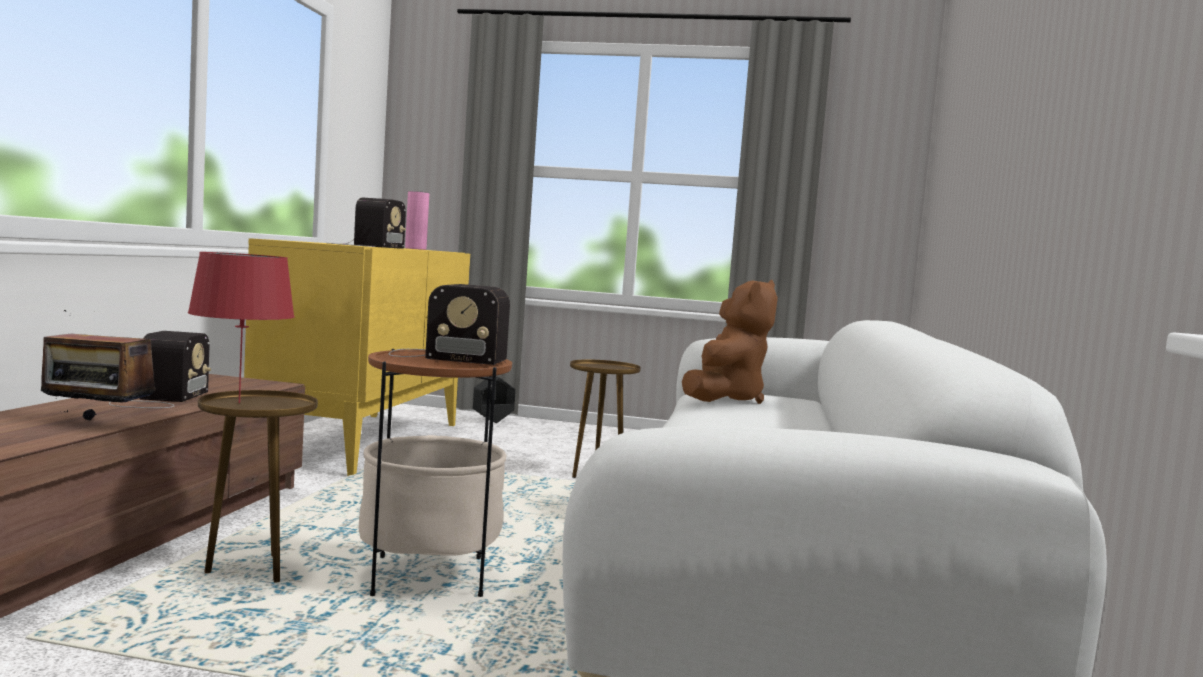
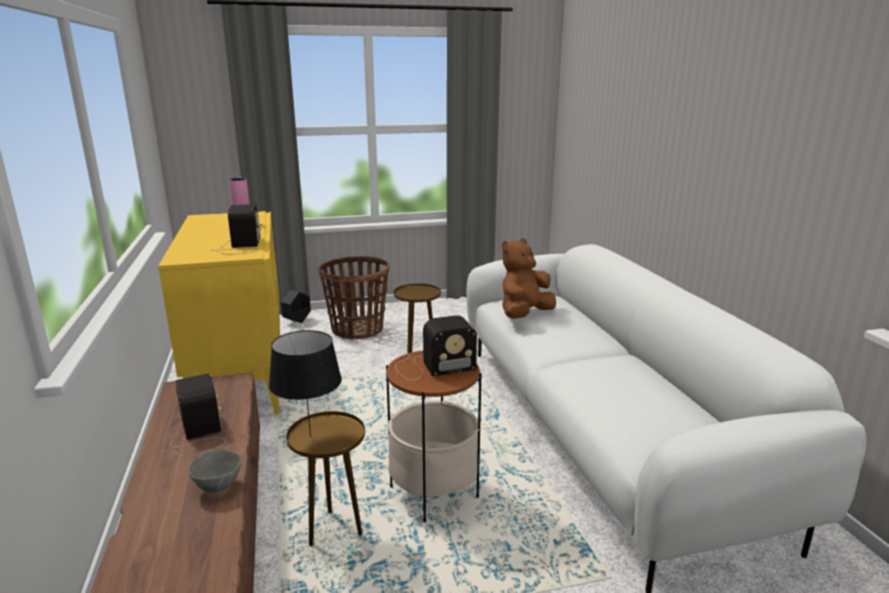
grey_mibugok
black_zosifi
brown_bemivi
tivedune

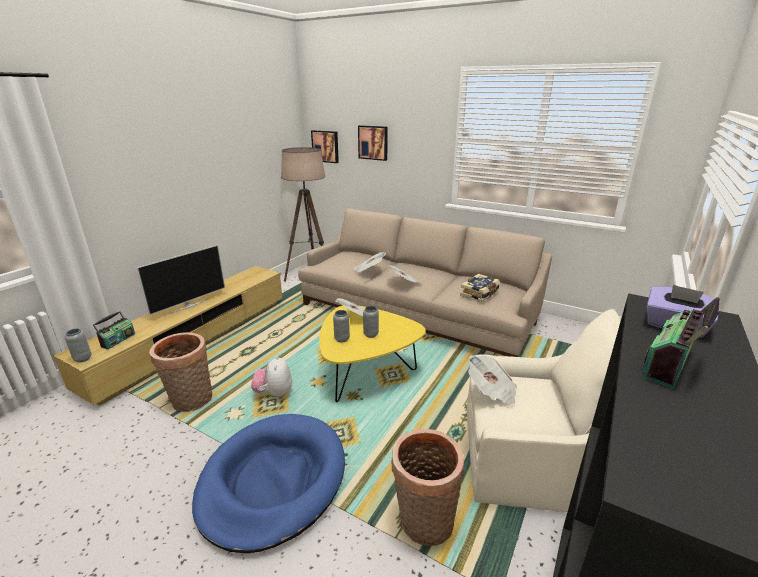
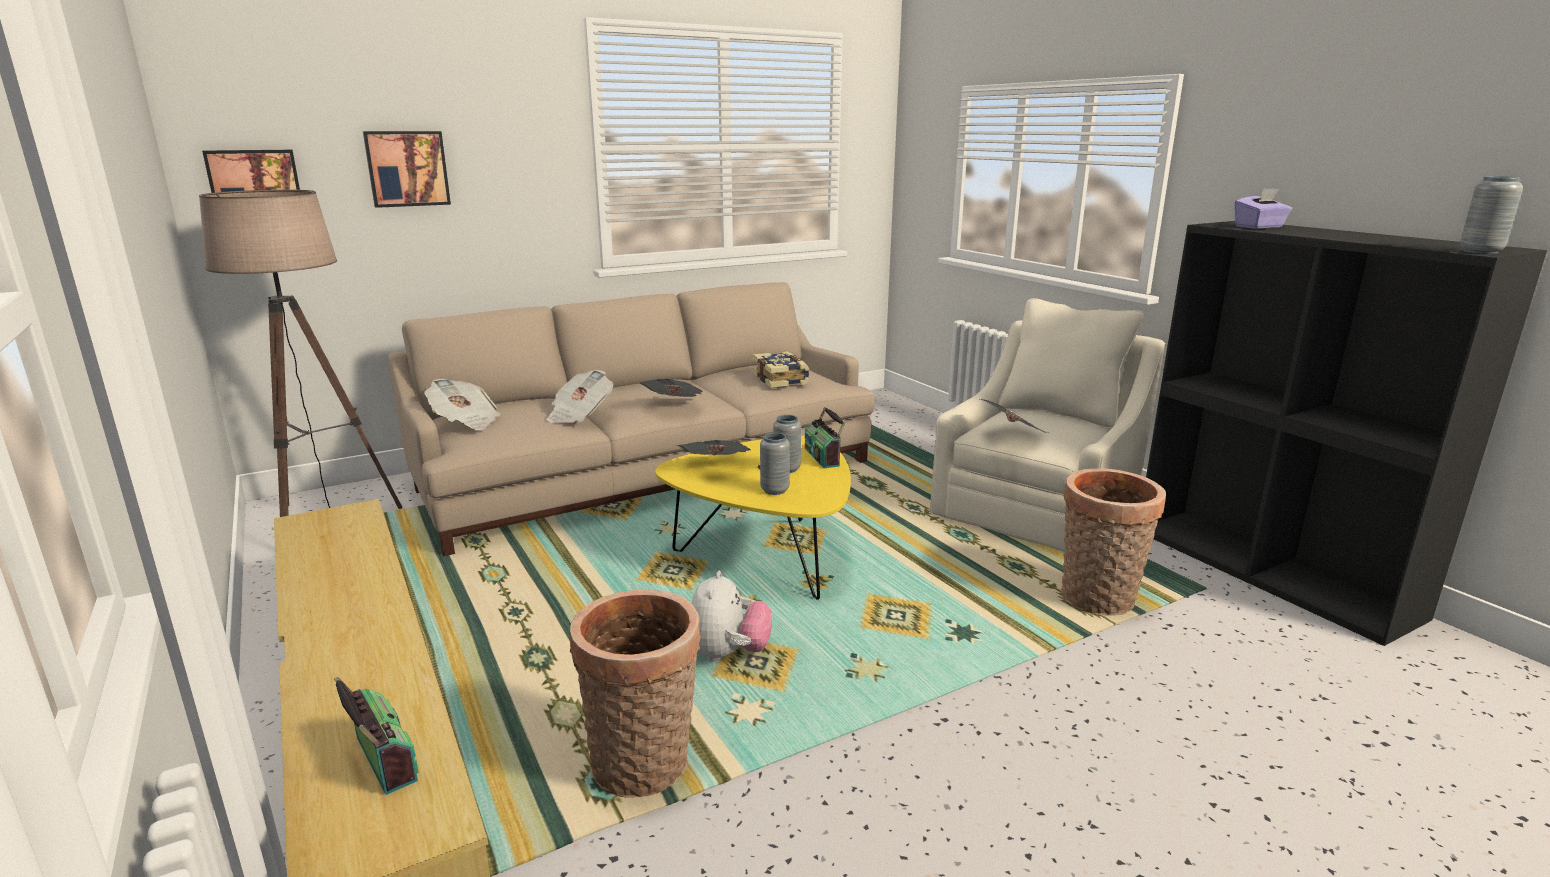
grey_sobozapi (3rd from left)
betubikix
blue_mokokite
bemivi
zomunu (2nd from left)
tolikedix (1st from left)

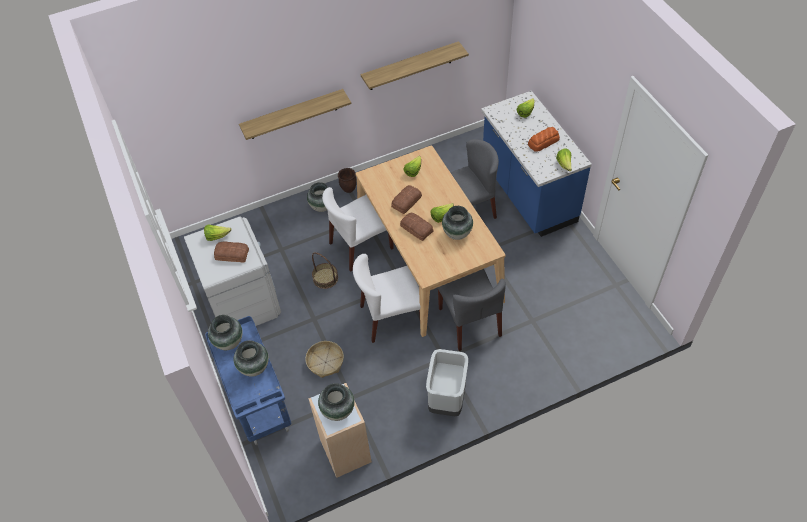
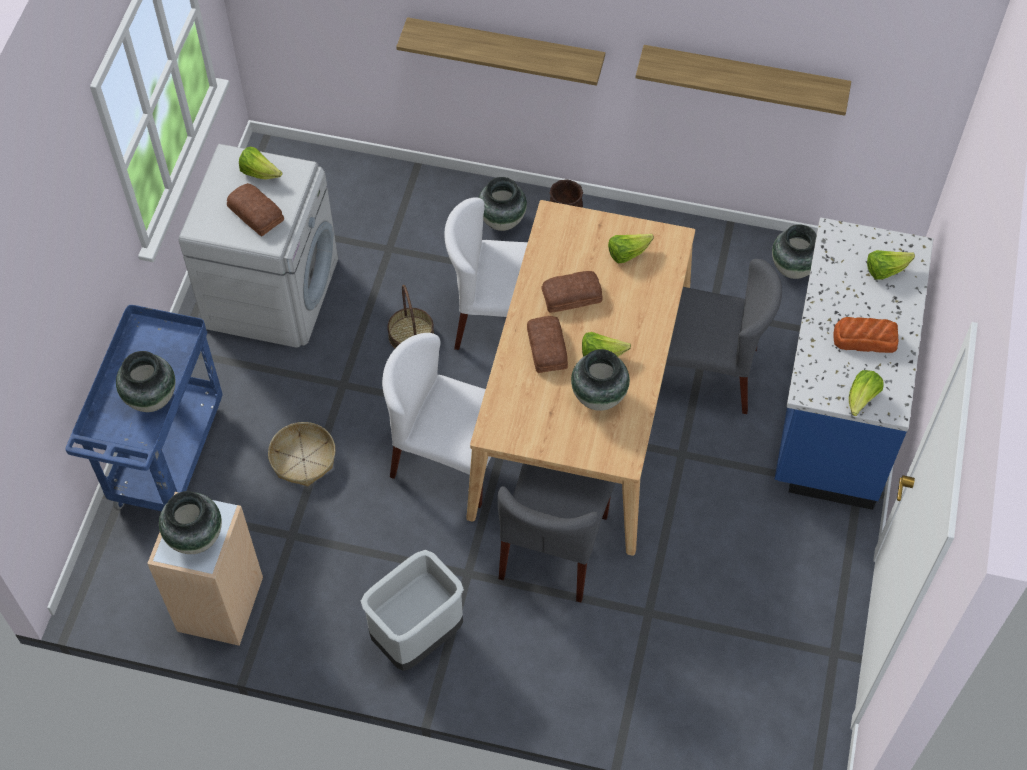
sobozapi (5th from left)

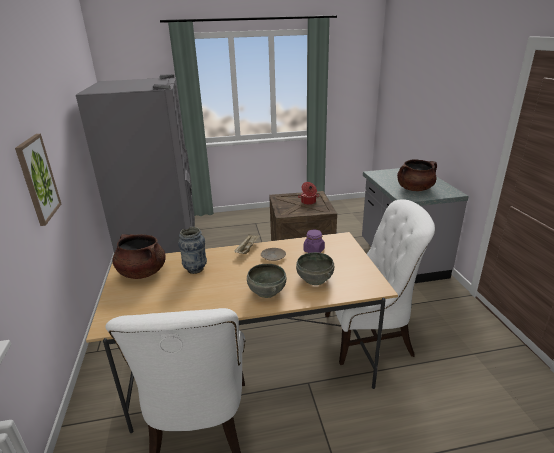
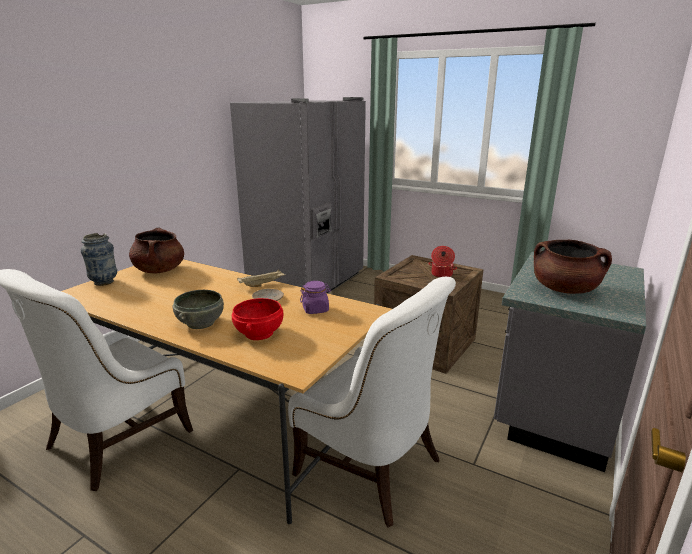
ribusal
sobozapi
red_mibugok

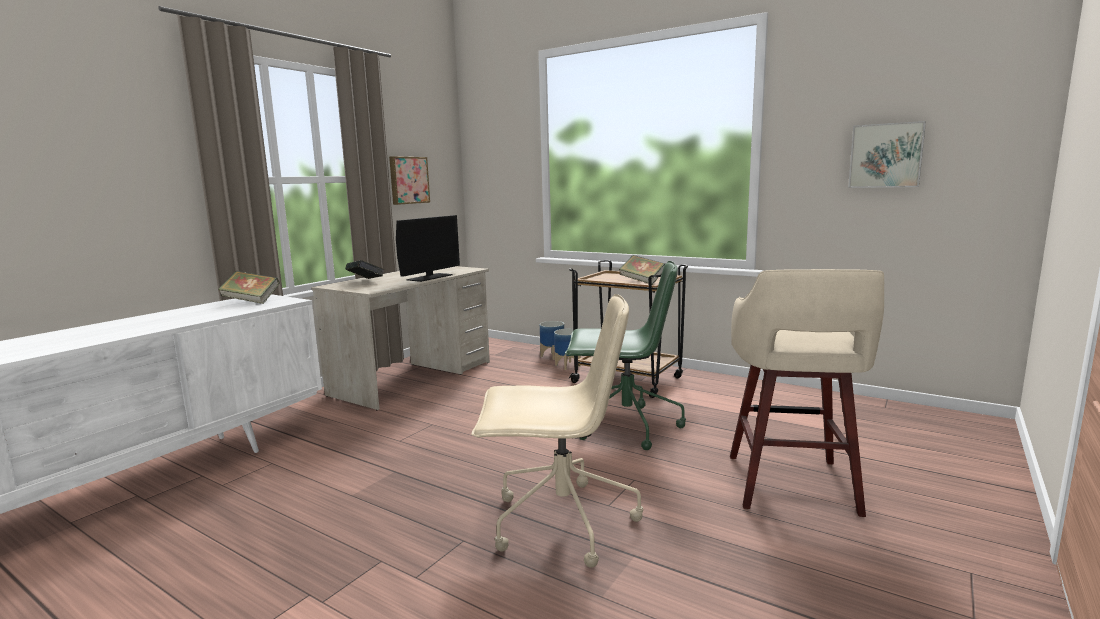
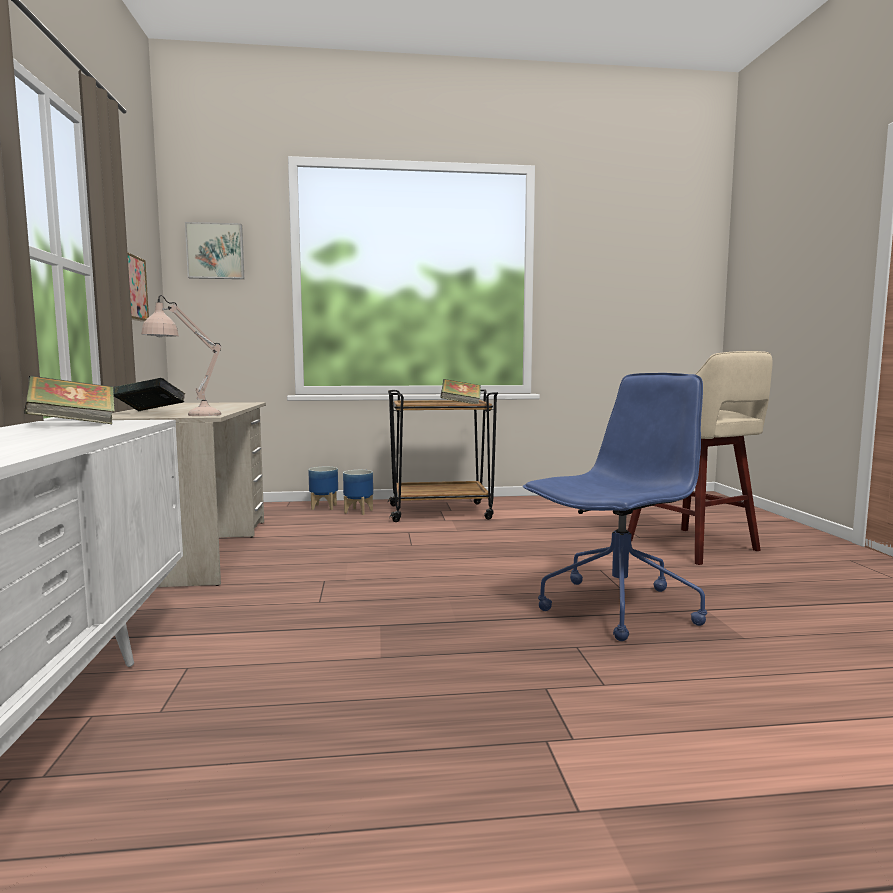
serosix
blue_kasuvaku
green_kasuvaku
ribusal (2nd from left)
beige_zosifi

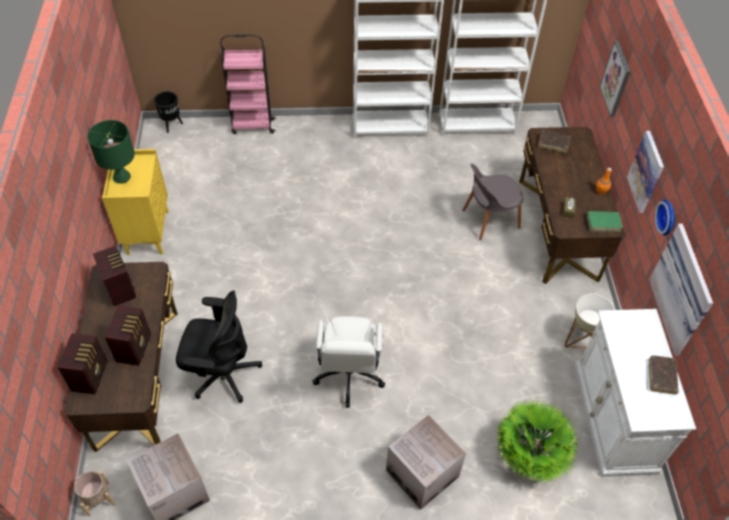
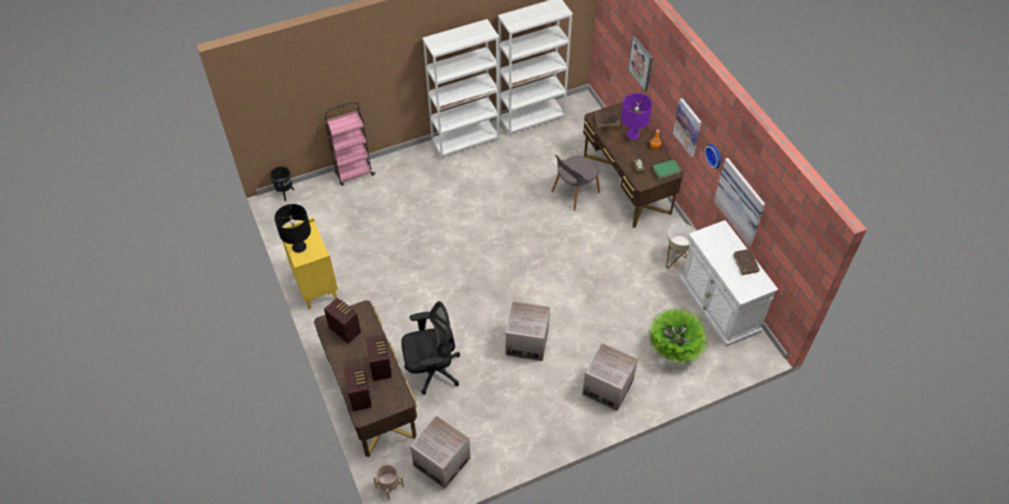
black_zosifi
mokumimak (2nd from left)
purple_zosifi

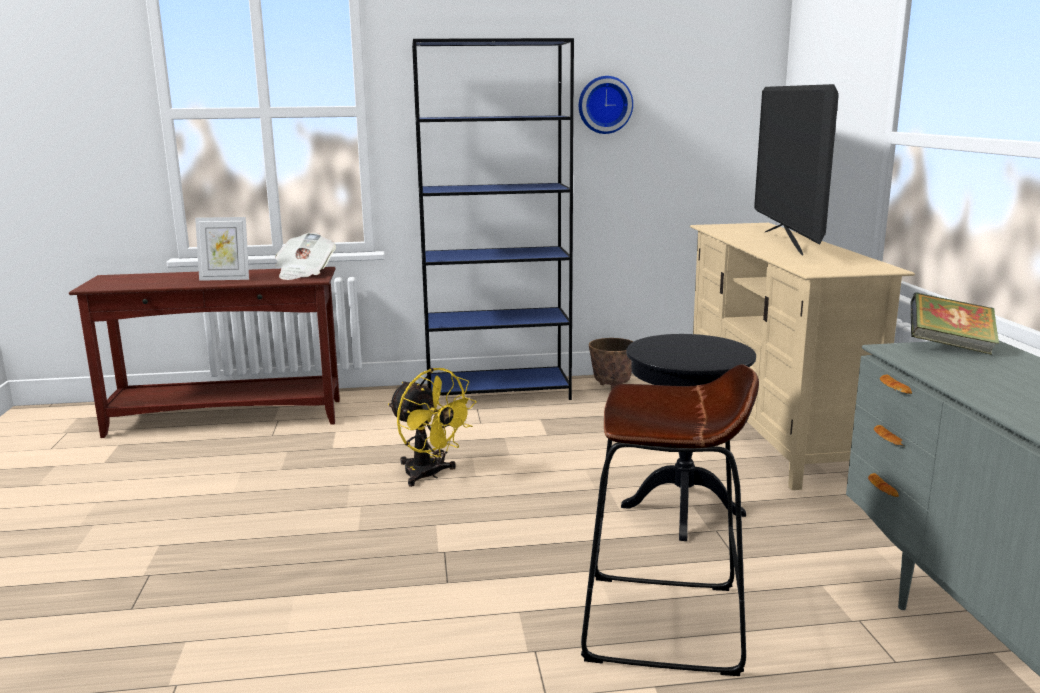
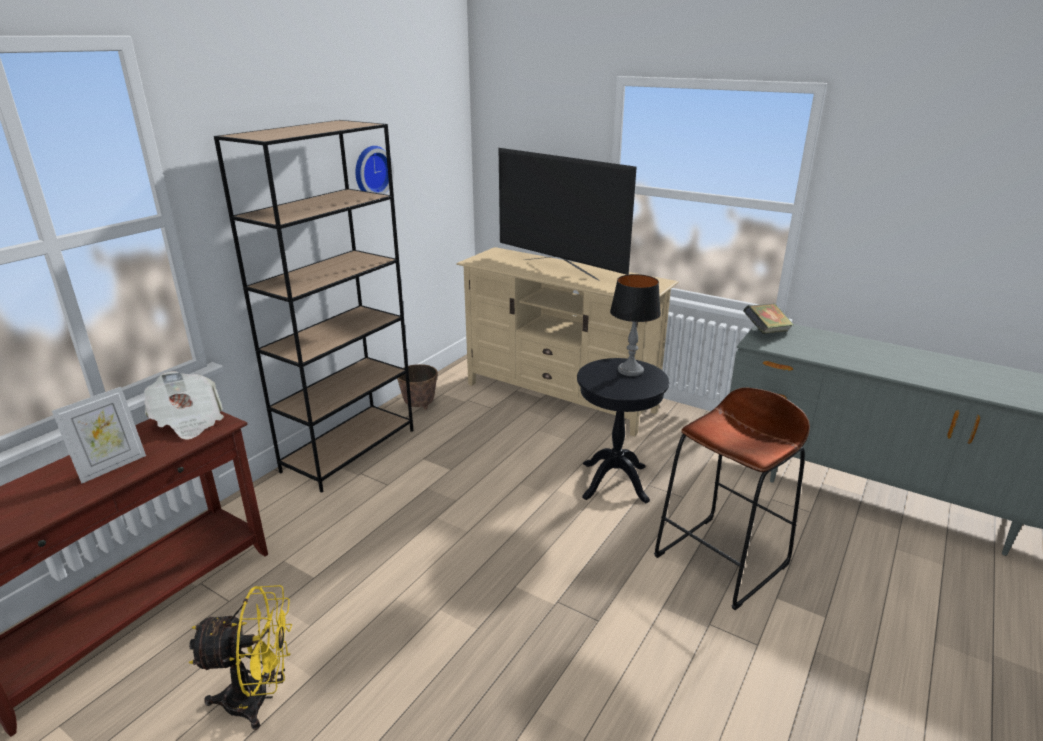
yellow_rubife
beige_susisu
zosifi

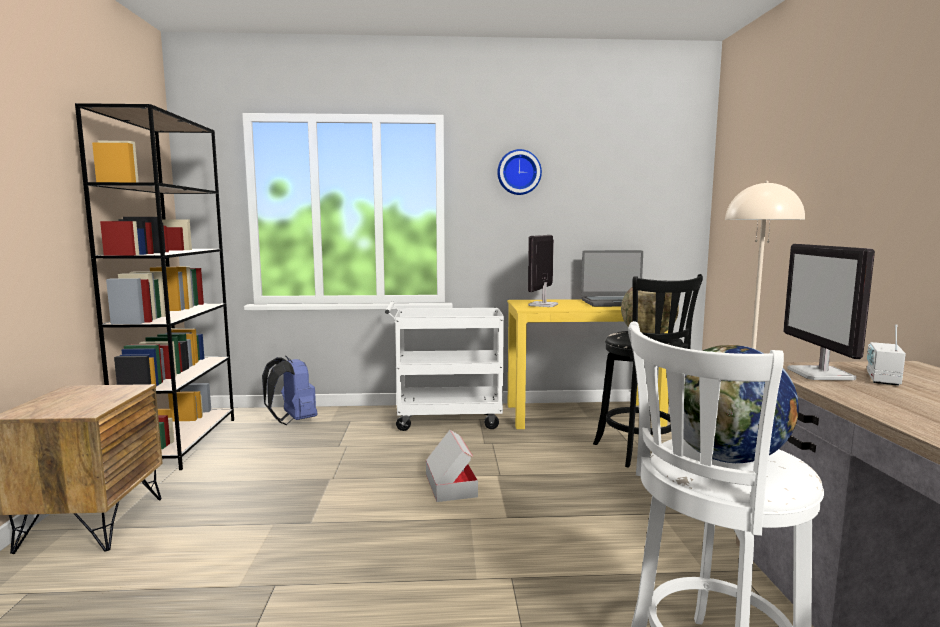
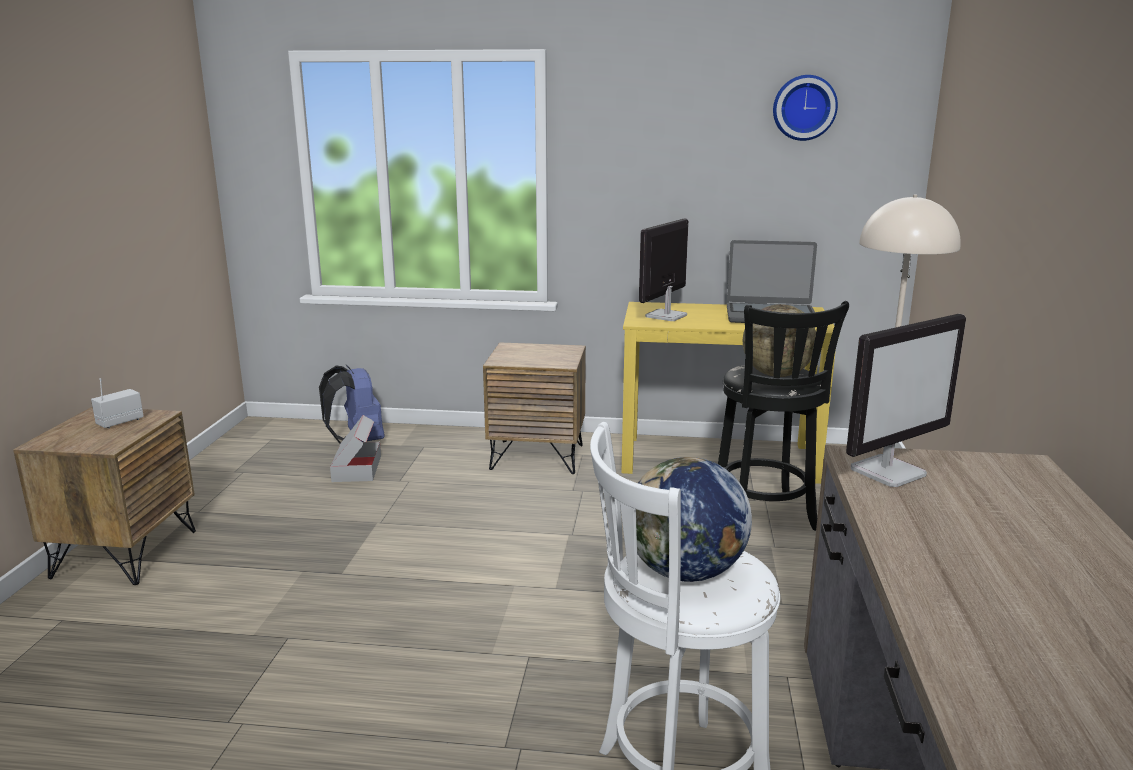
beige_susisu
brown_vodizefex (2nd from left)
mokumimak
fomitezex
serosix (2nd from left)
zomunu

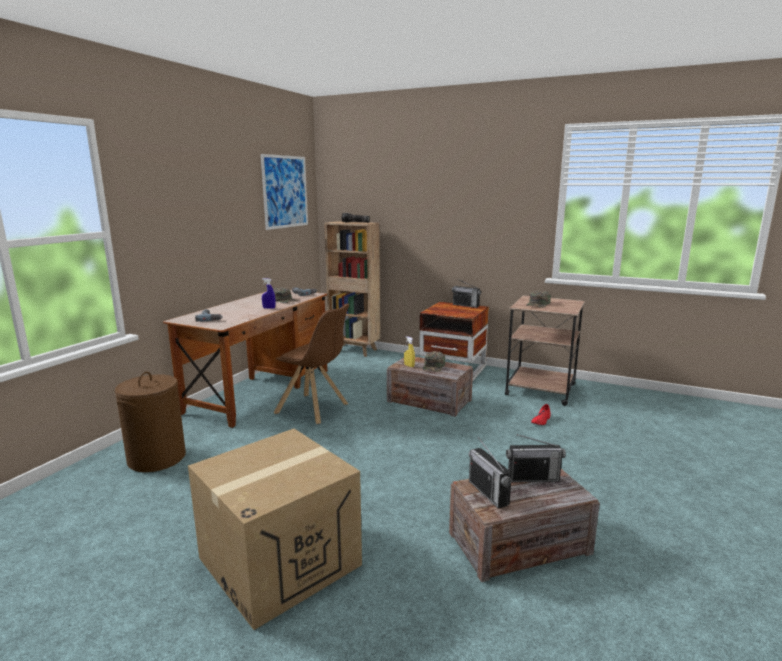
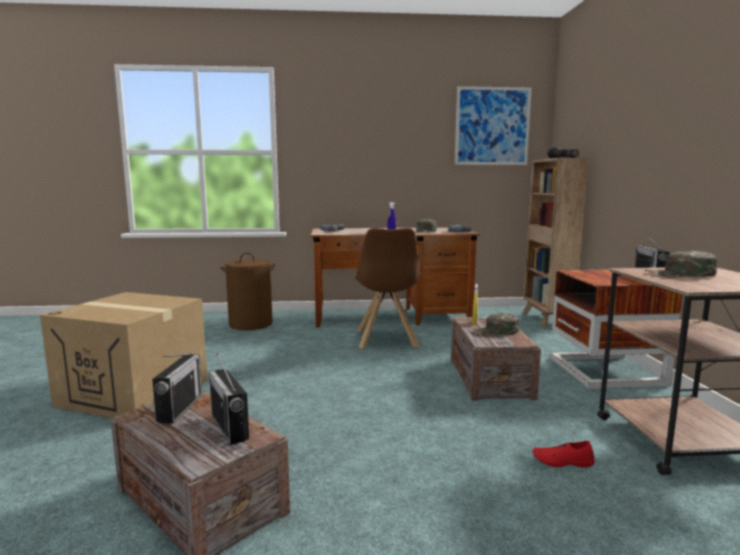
zomunu (1st from left)

